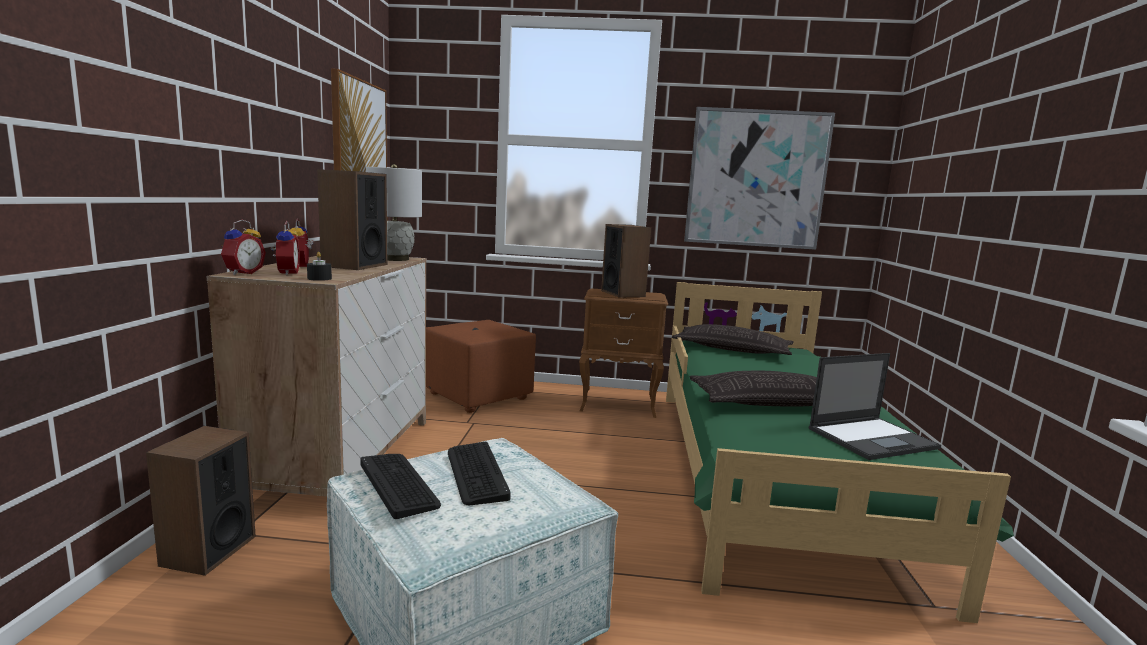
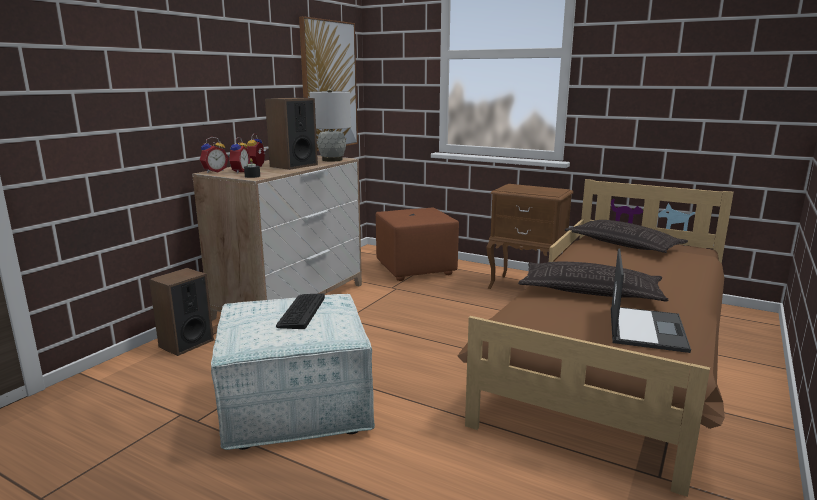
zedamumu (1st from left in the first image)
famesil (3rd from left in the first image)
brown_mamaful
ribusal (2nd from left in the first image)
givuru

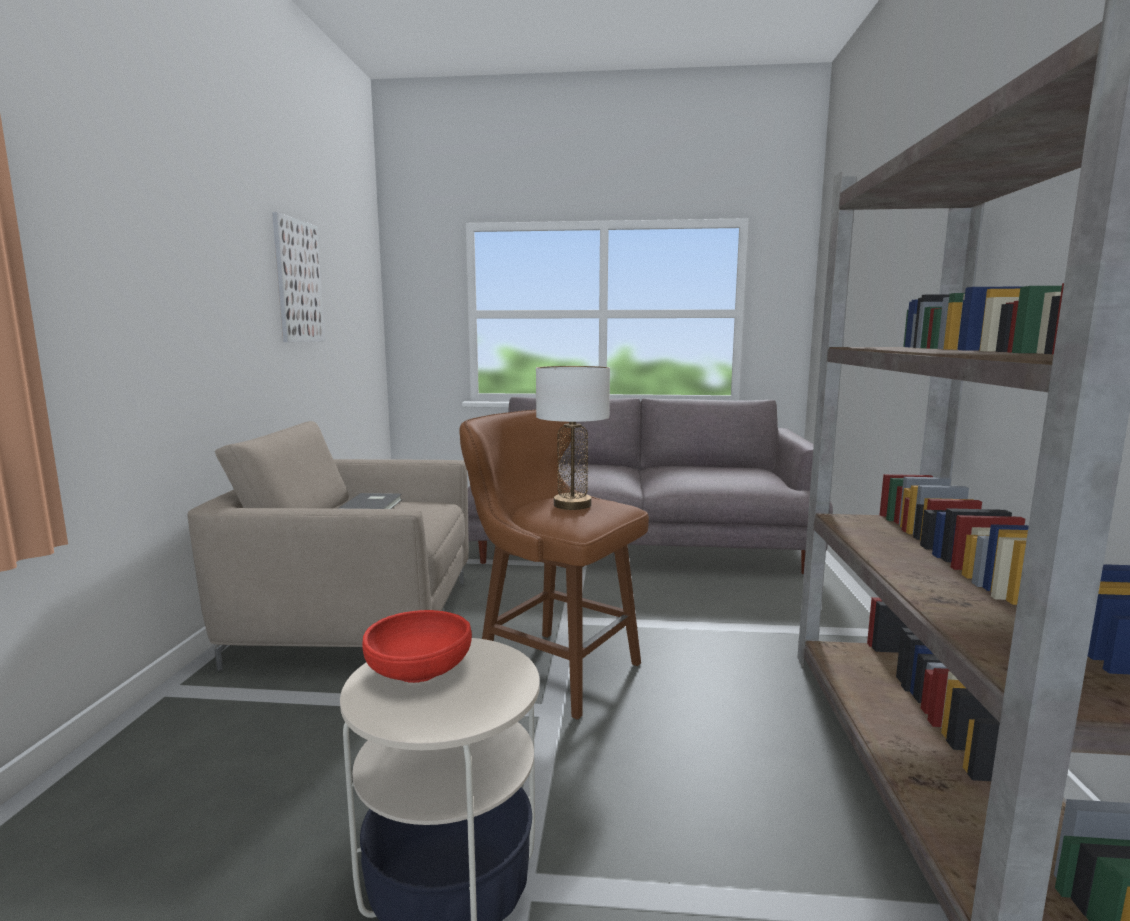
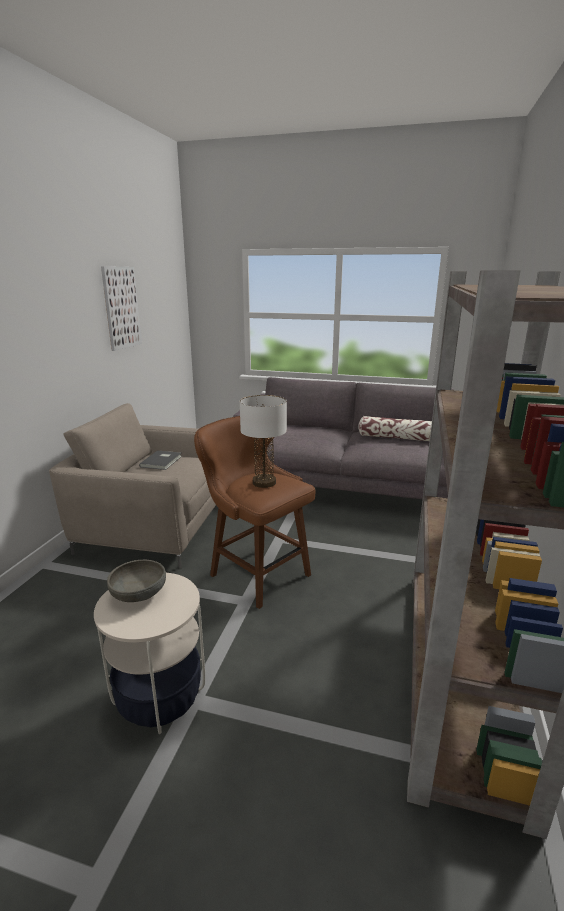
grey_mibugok
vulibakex

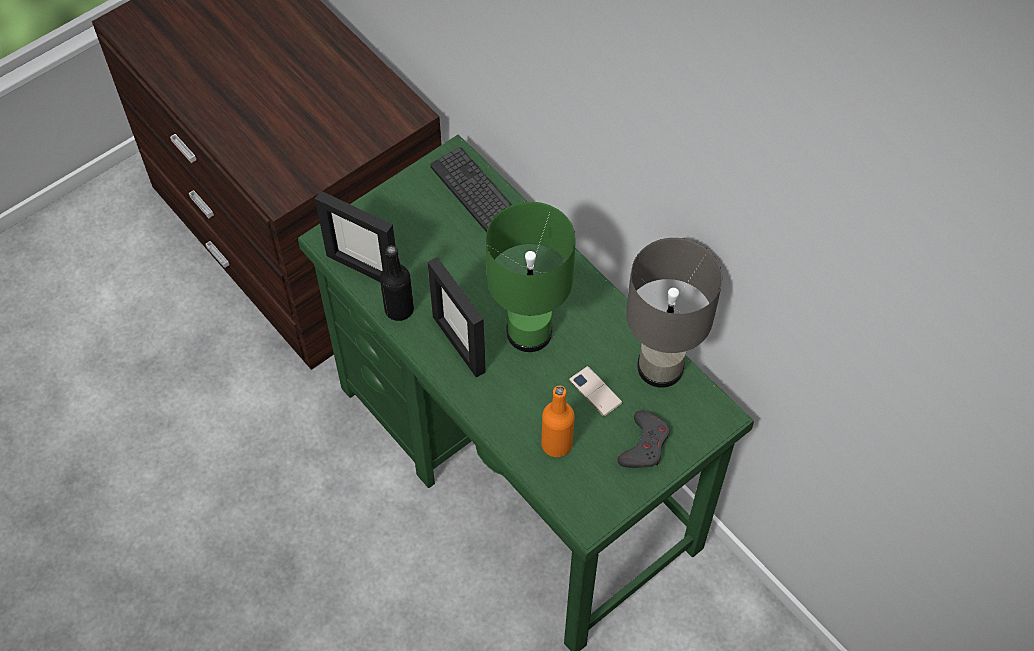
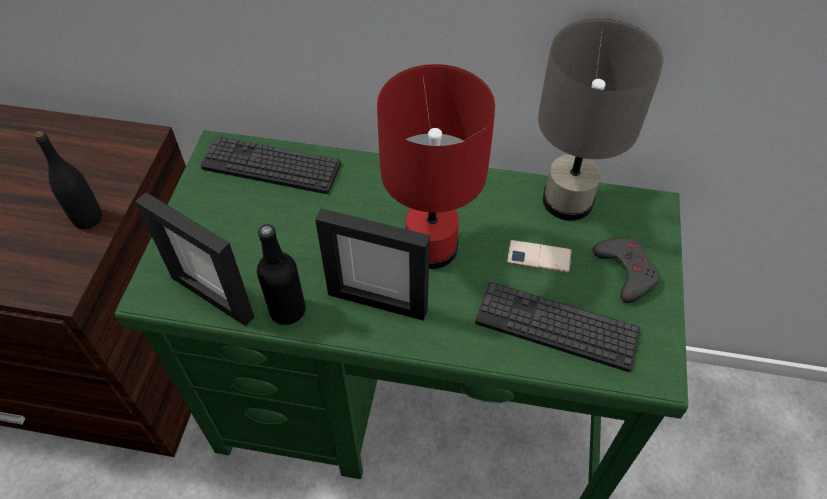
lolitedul (1st from left)
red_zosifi
zedamumu (2nd from left)
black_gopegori (1st from left)

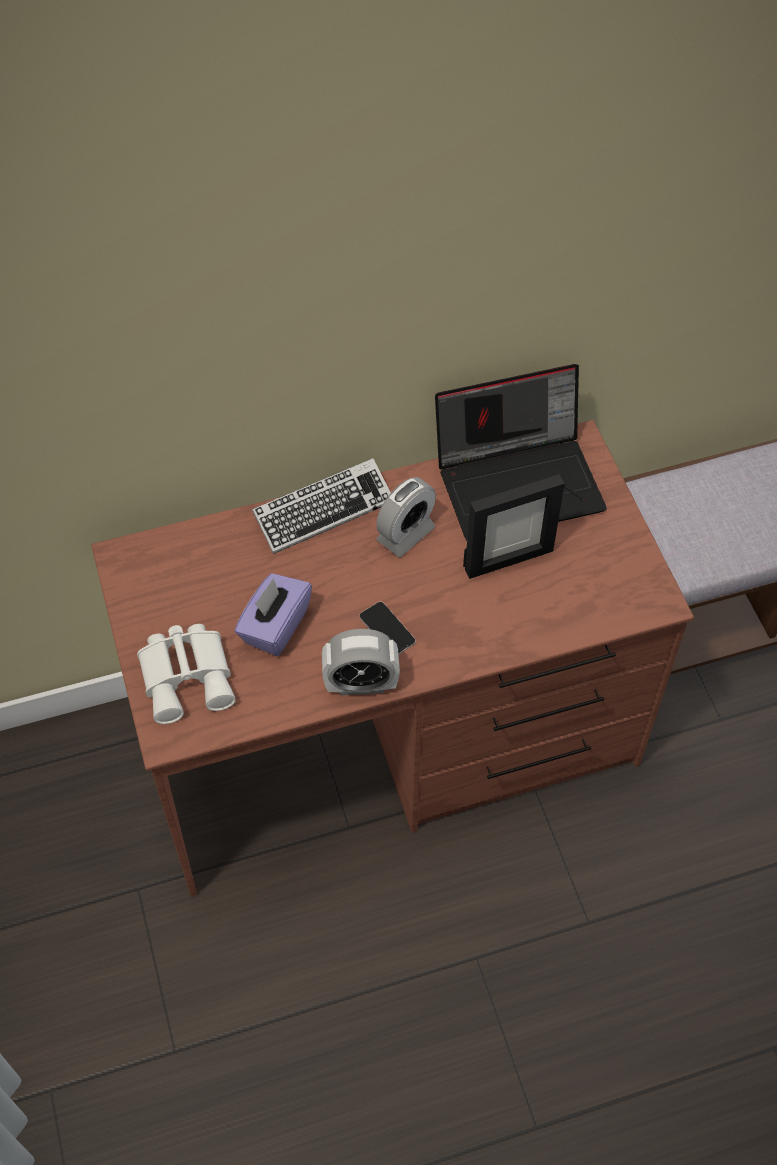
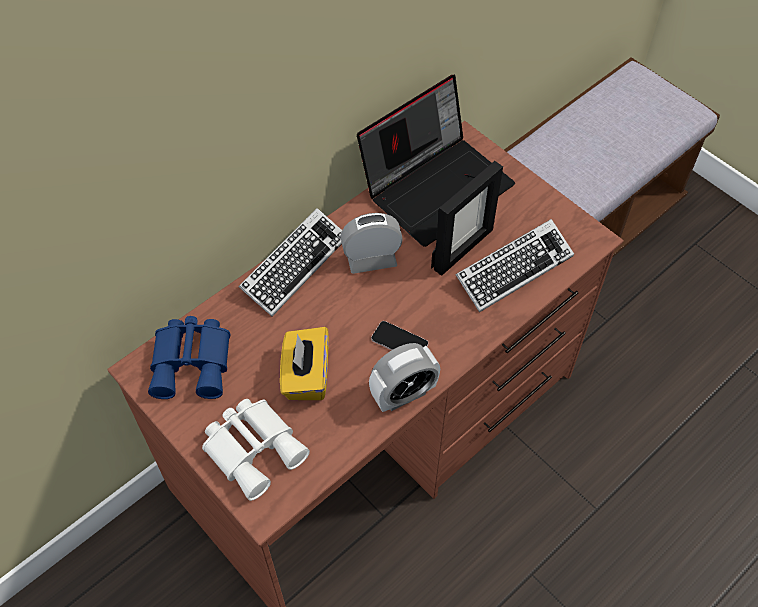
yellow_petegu
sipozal (1st from left)
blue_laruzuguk
zedamumu (2nd from left)

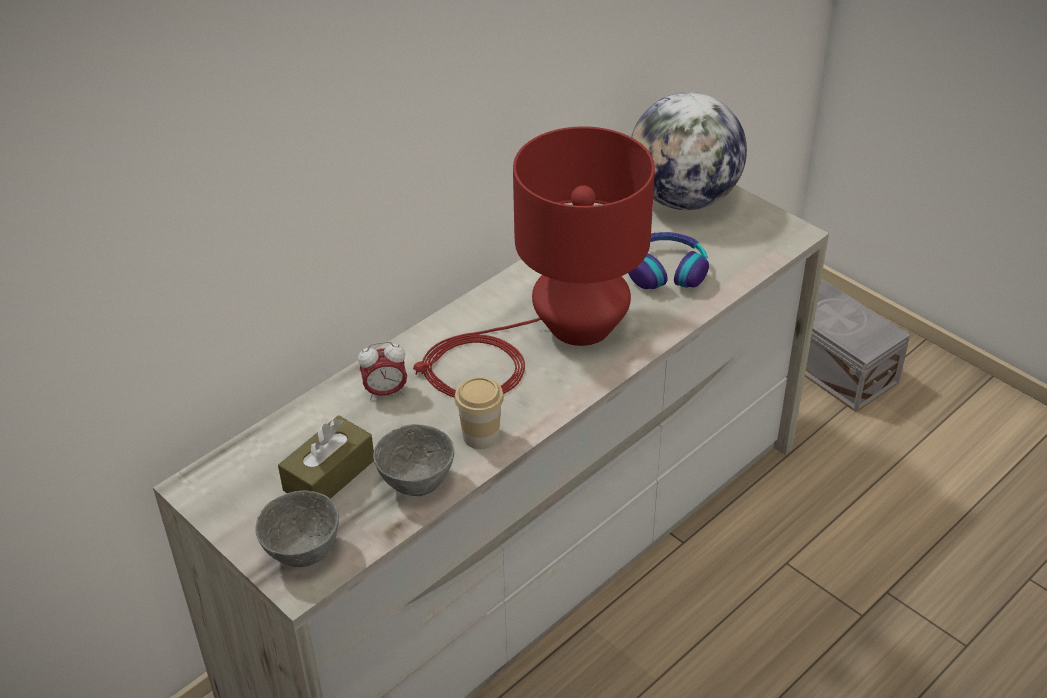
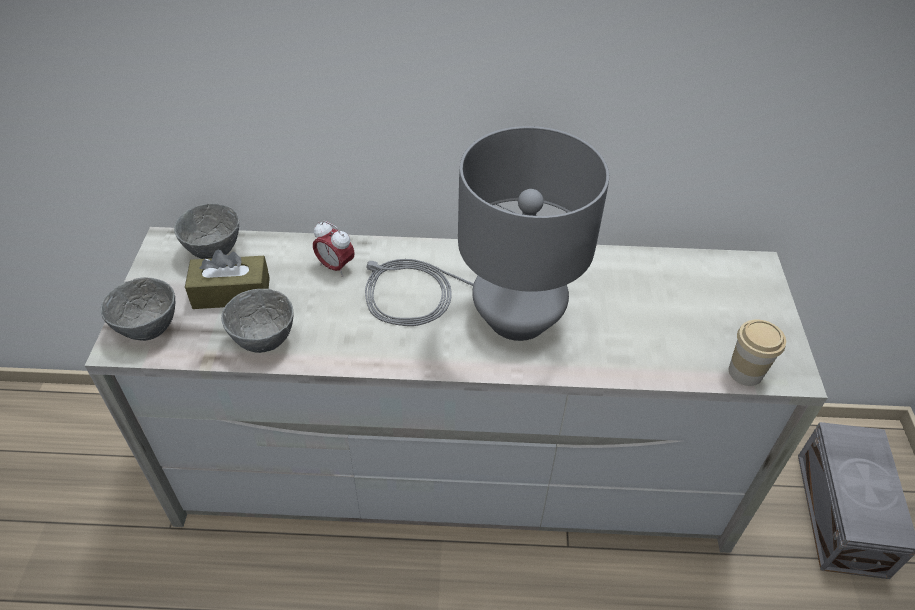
grey_zosifi
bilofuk
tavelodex
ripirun
grey_mibugok (2nd from left)

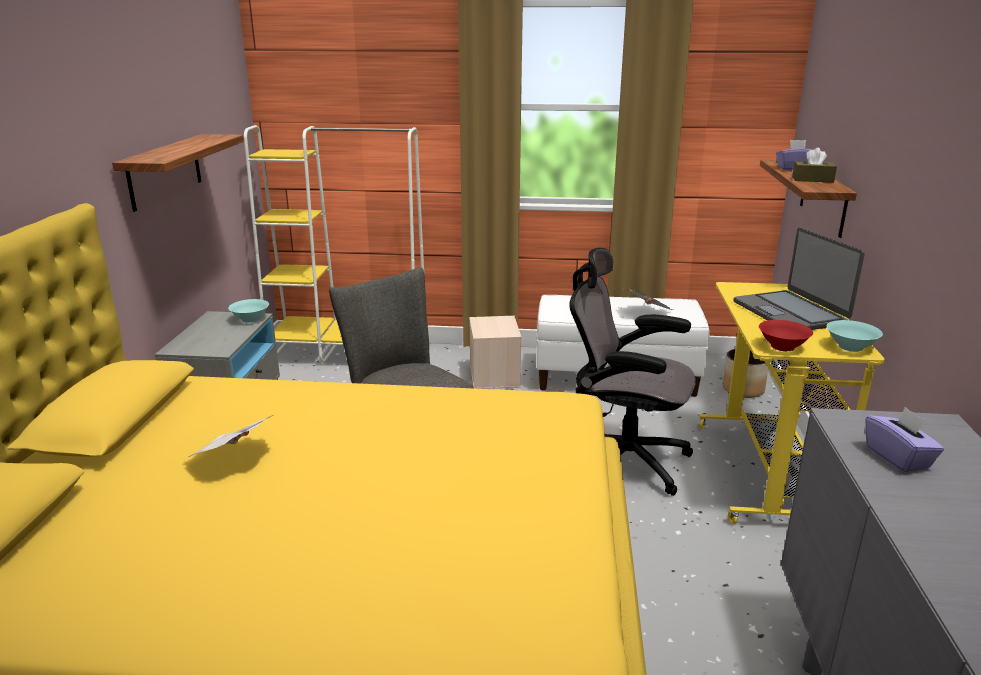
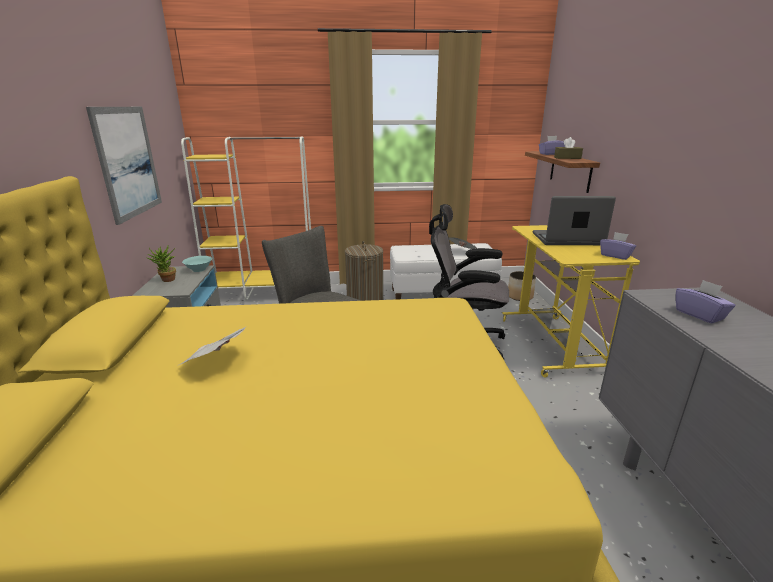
ribusal
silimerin
givuru
red_mibugok
purple_petegu (2nd from left)
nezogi

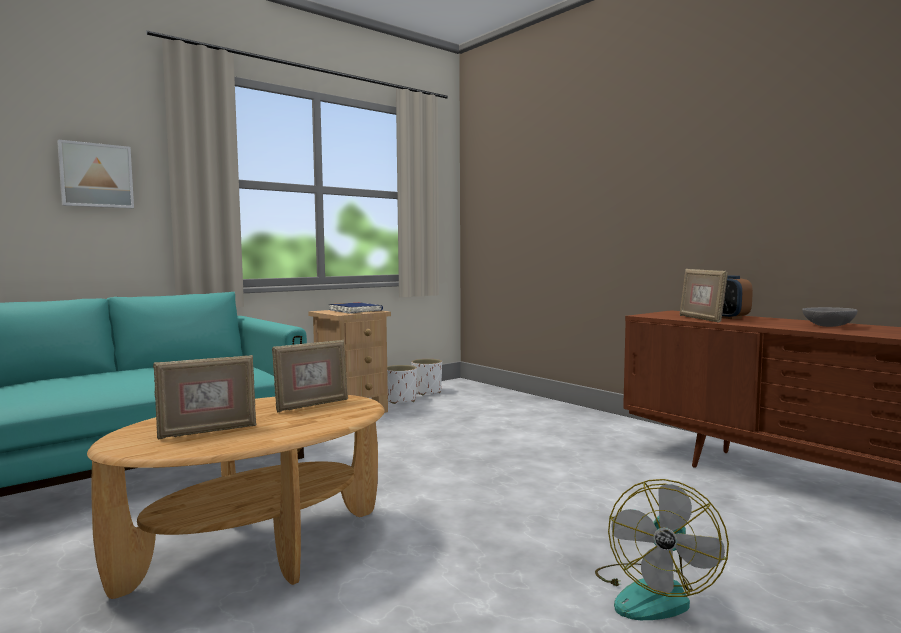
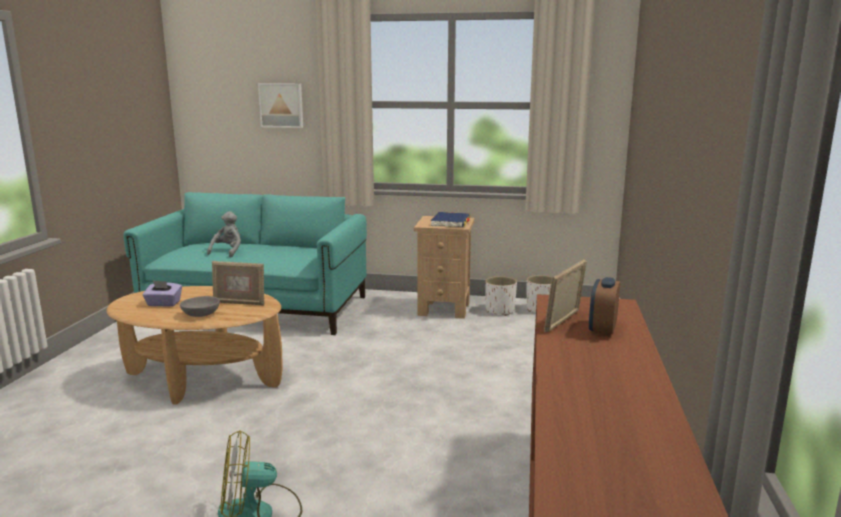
purple_petegu
grey_mibugok
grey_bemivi

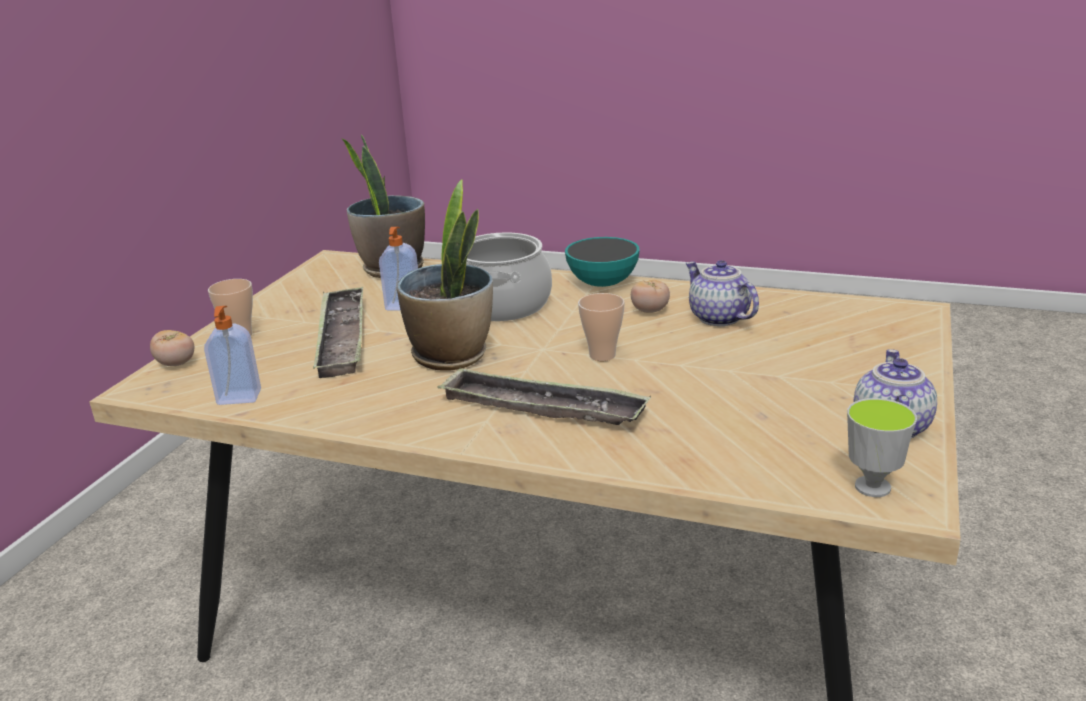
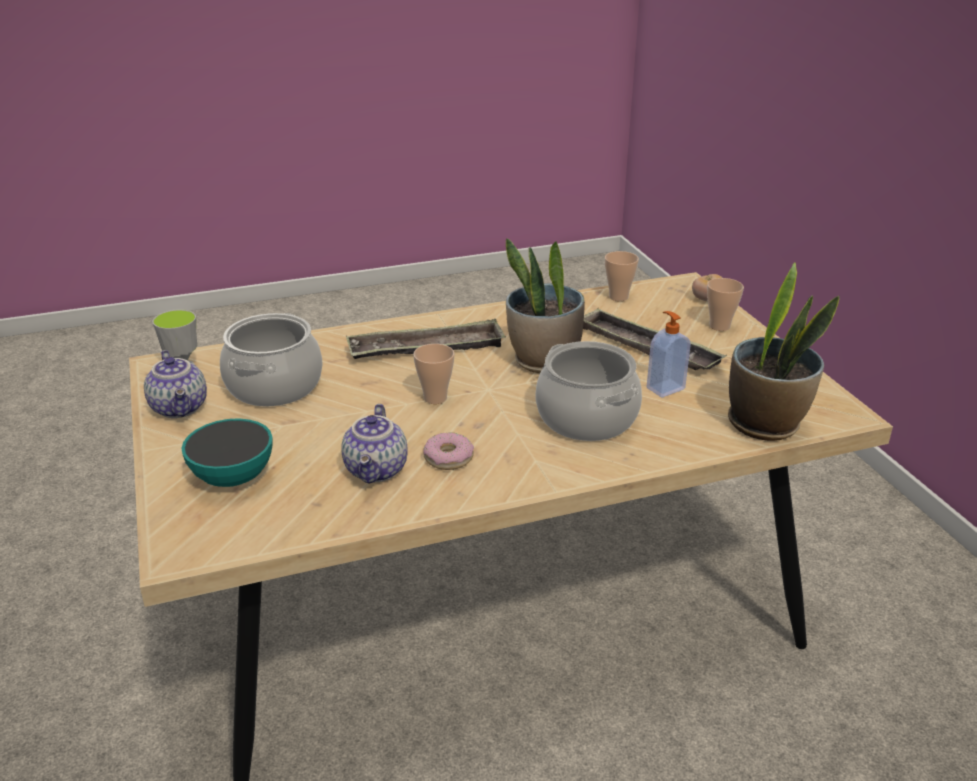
bilofuk (3rd from left)
mibugok
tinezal
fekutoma (2nd from left)
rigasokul (1st from left)

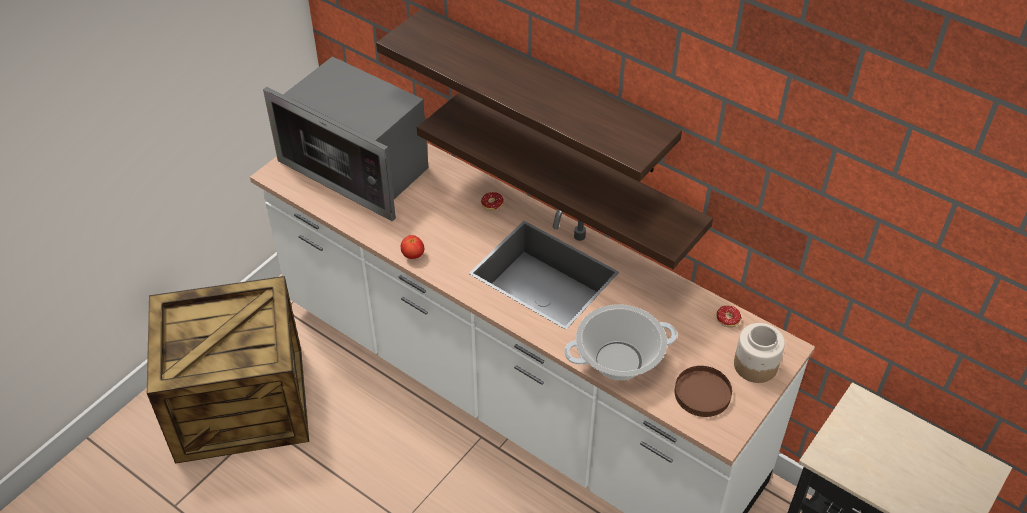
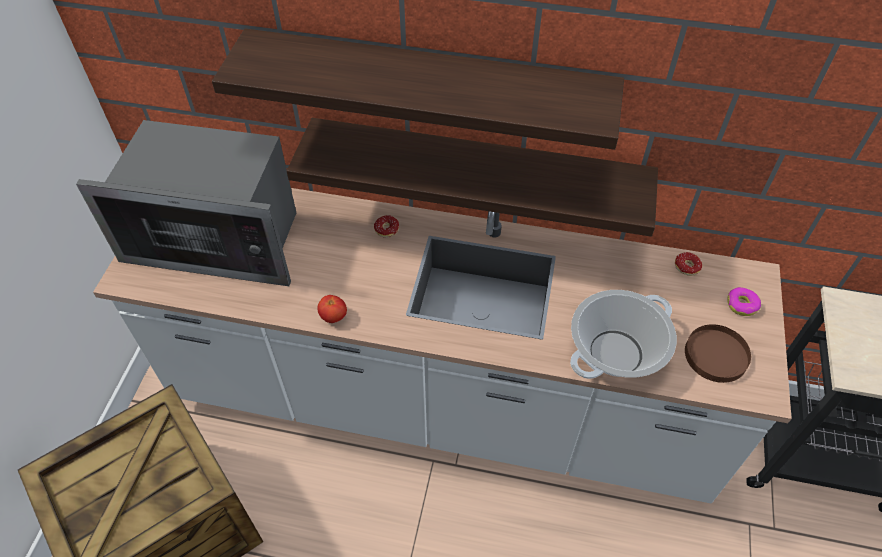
tinezal (3rd from left)

